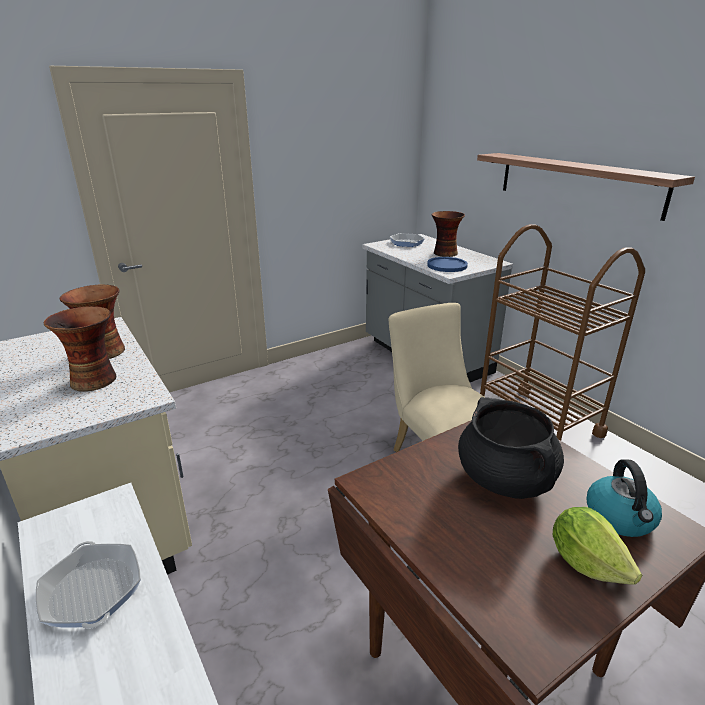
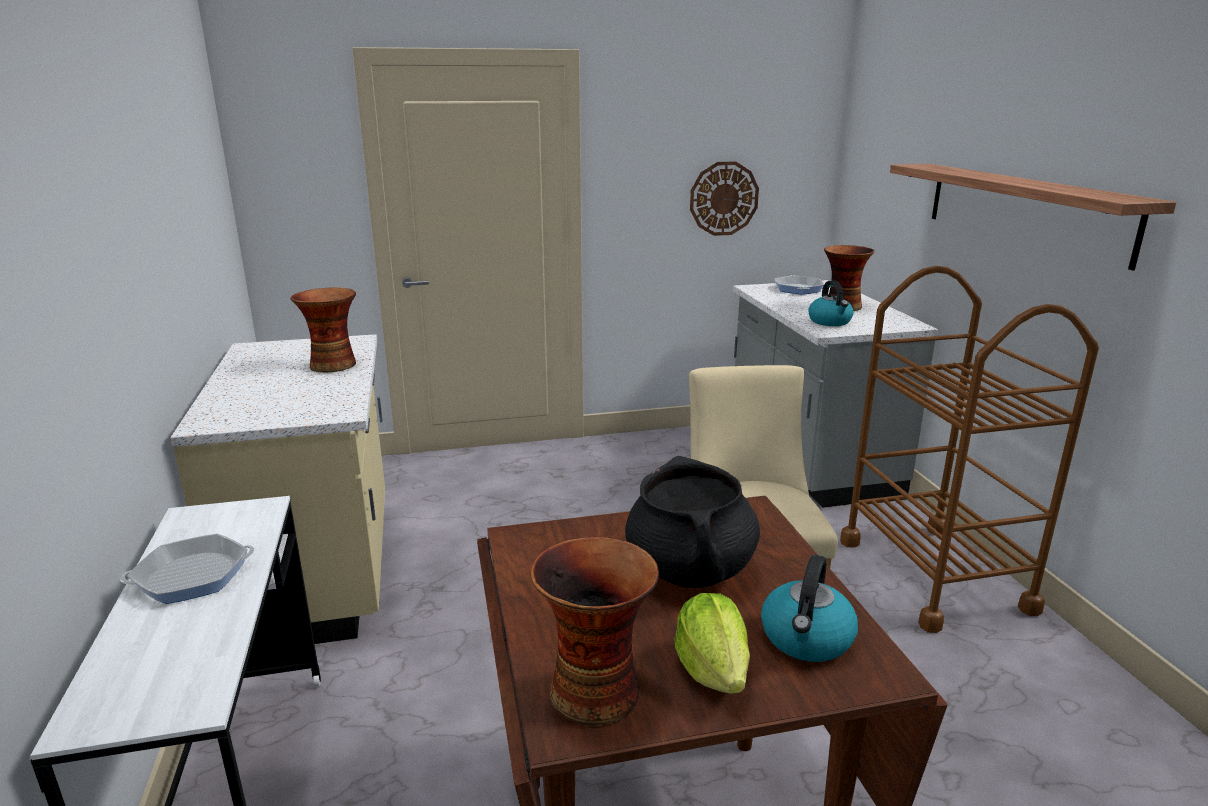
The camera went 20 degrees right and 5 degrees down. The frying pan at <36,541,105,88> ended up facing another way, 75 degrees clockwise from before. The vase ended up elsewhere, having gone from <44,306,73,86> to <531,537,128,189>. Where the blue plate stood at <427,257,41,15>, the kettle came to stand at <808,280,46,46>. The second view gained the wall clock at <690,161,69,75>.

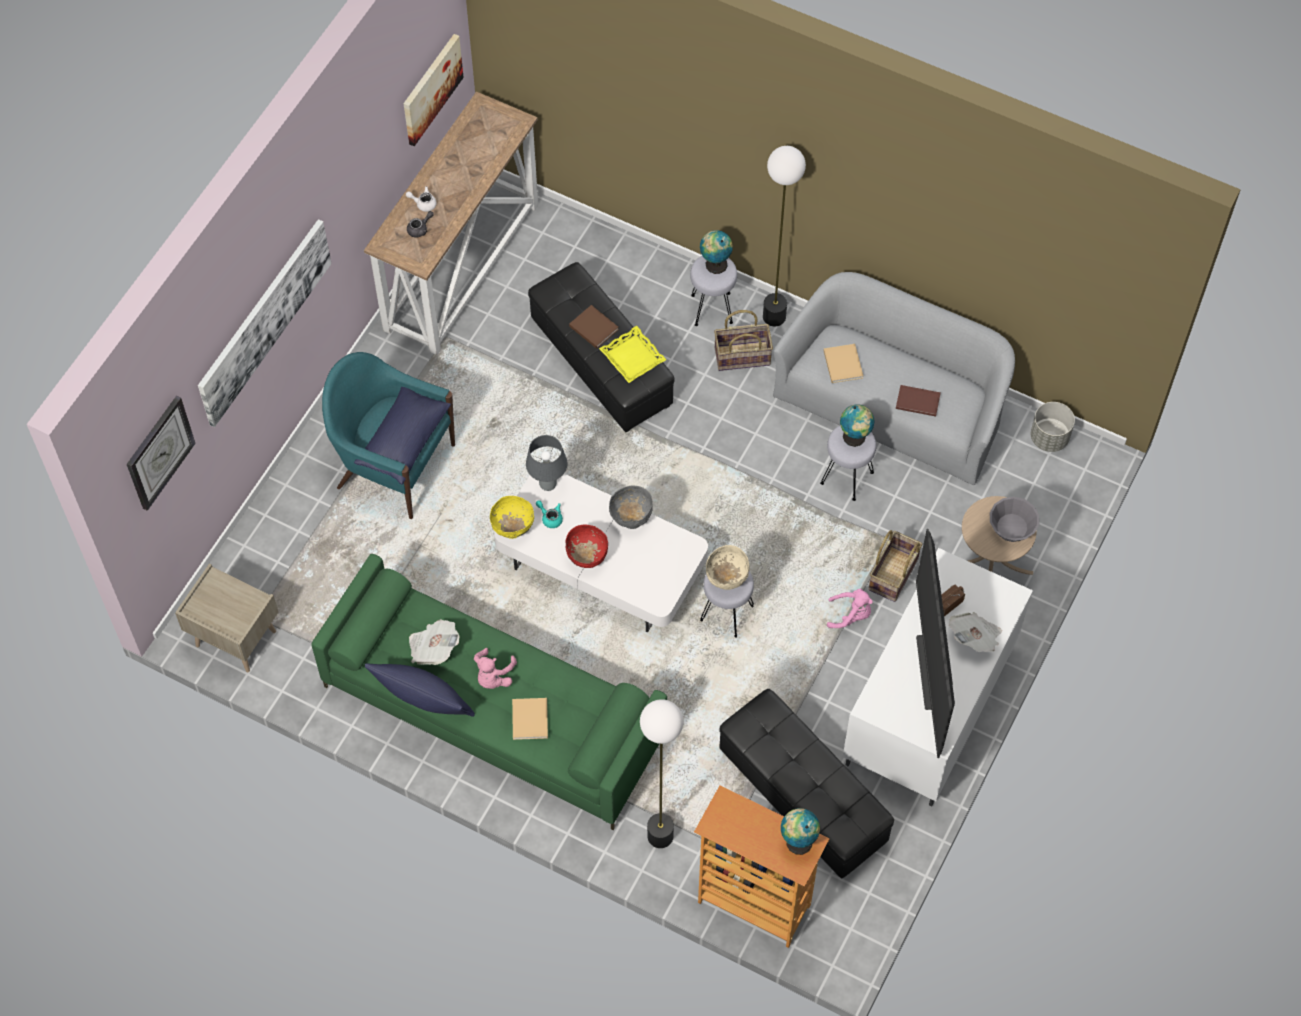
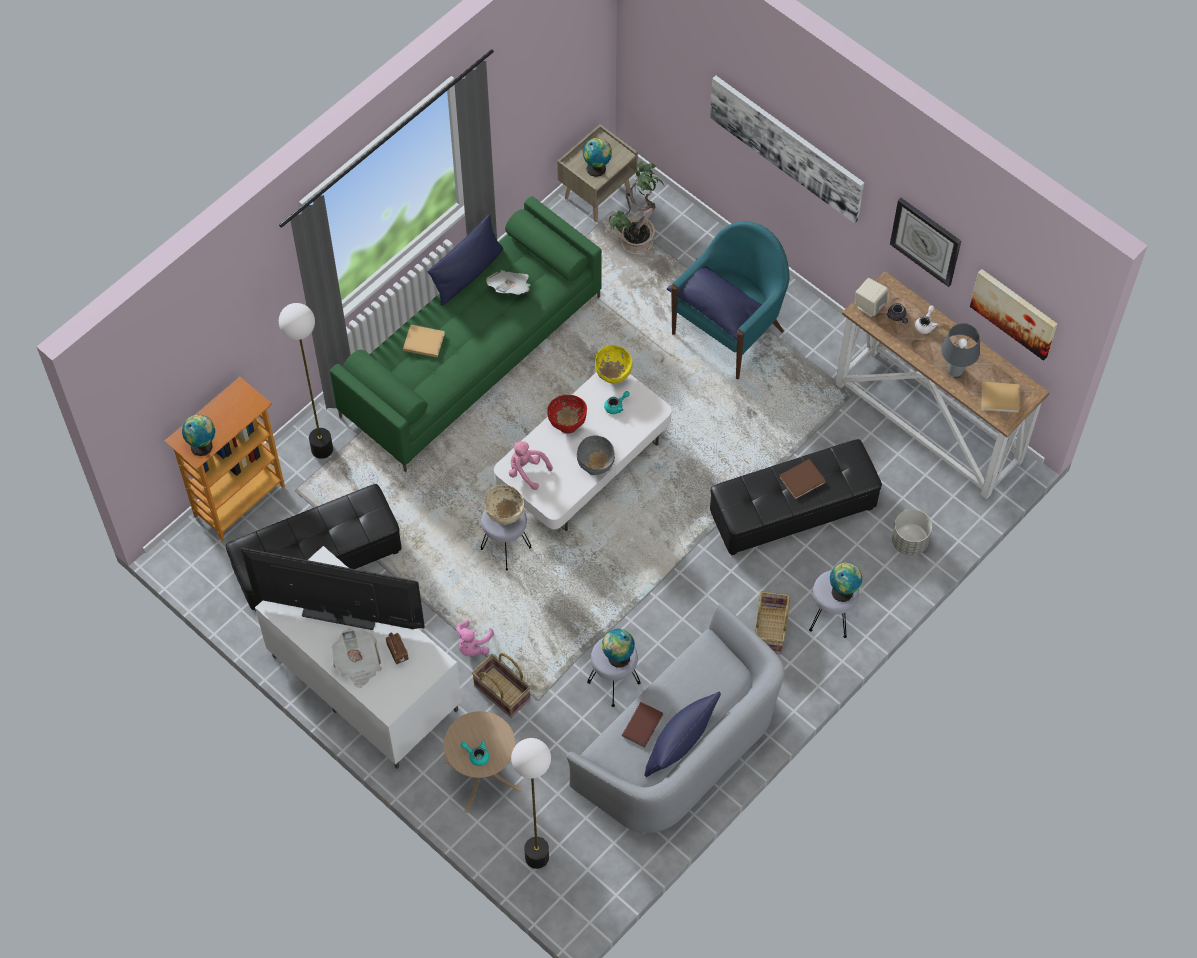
The camera went 105 degrees right and 0 degrees up. The wall clock ended up elsewhere, having gone from <127,396,69,115> to <890,198,71,89>. The pink plush toy ended up elsewhere, having gone from <474,648,43,41> to <509,441,44,49>. The grey table lamp ended up elsewhere, having gone from <526,435,41,56> to <941,323,39,54>. The second view lost the yellow tray at <599,326,67,57>. The floor lamp ended up elsewhere, having gone from <763,146,43,180> to <511,738,40,131>. The beige book ended up elsewhere, having gone from <824,344,39,39> to <982,382,38,31>. Where the grey bowl stood at <990,497,49,45>, the turquoise teapot came to stand at <461,740,28,26>. The grey planter ended up elsewhere, having gone from <1031,402,44,50> to <892,509,40,47>. The second view gained the globe at <583,138,29,39>. The second view gained the potted plant at <609,161,56,94>. The second view gained the blue pillow at <644,692,77,85>. The second view gained the beige speaker at <855,278,33,39>.

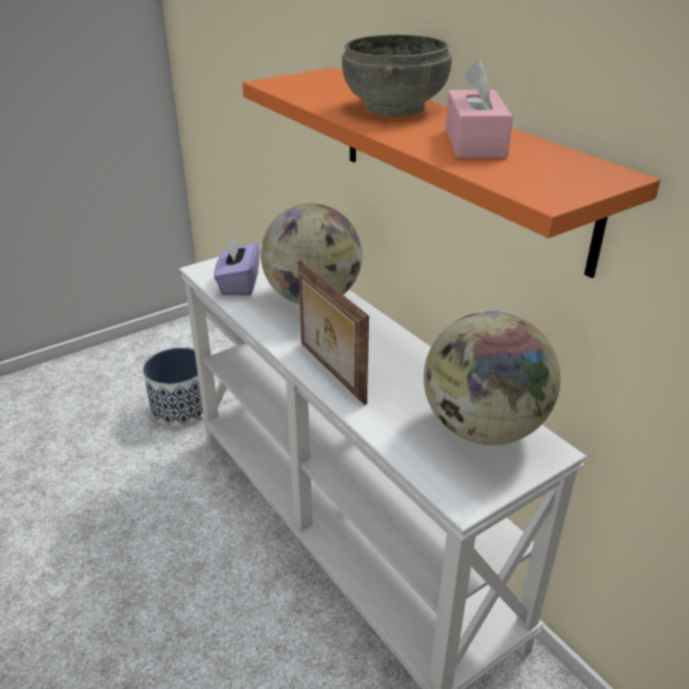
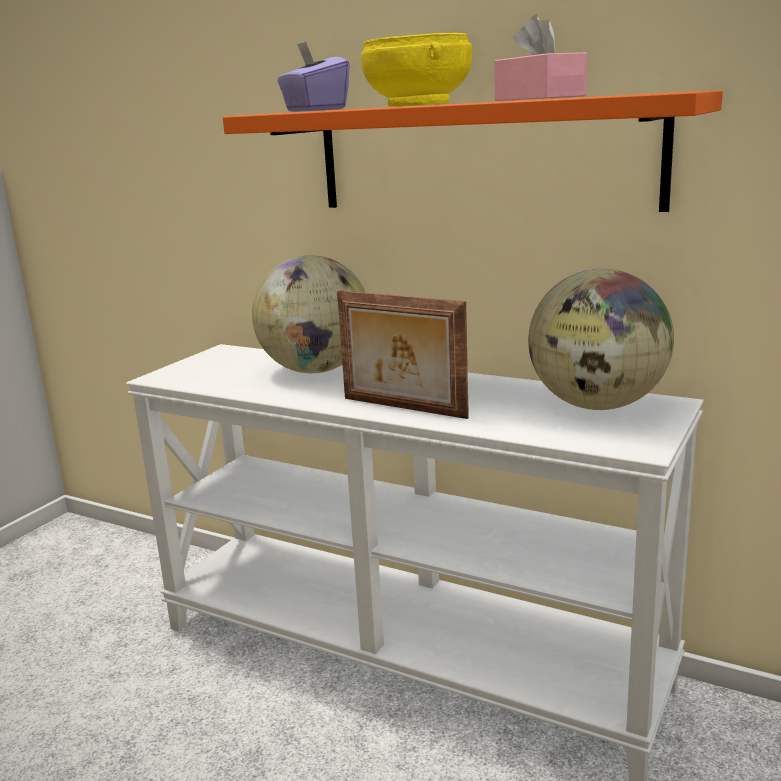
The camera went 25 degrees left and 15 degrees down. The second view lost the planter at <143,348,60,79>. The purple tissue box ended up elsewhere, having gone from <214,236,46,59> to <277,41,73,71>. What was the grey bowl at <342,35,110,81> turned into the yellow bowl at <361,33,111,73>.

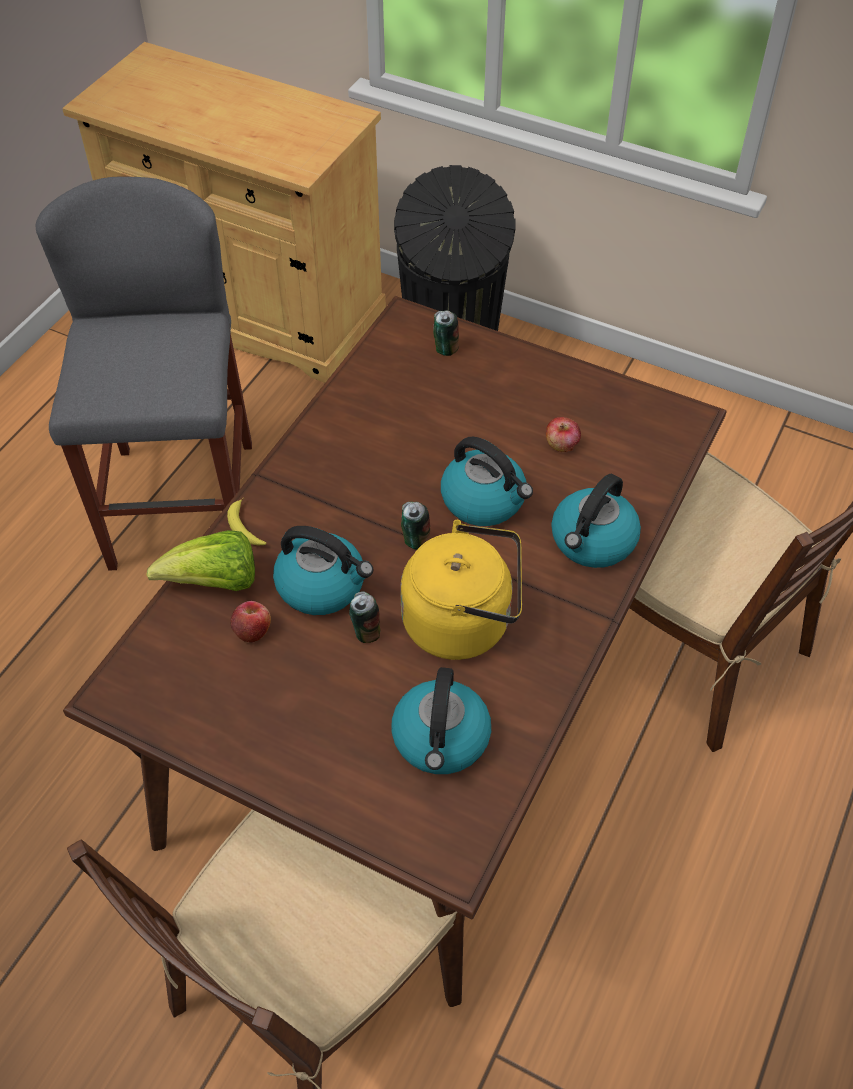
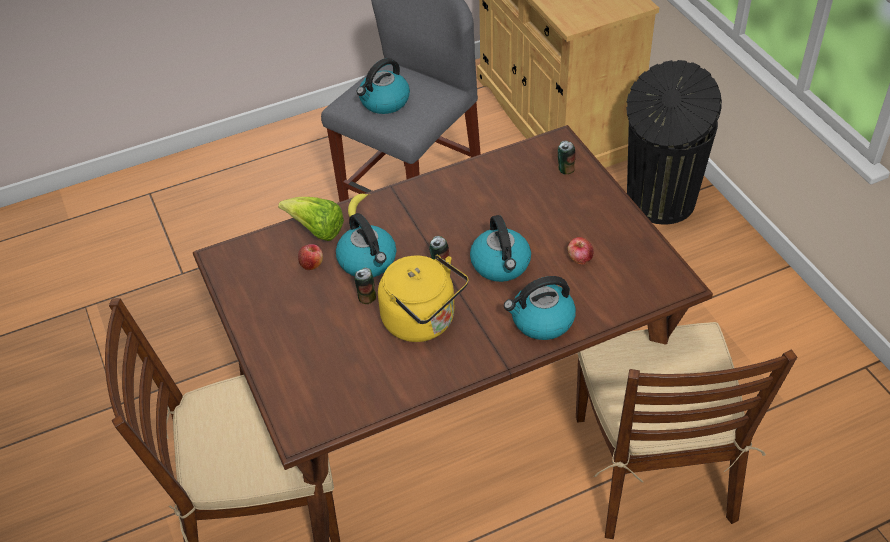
The camera went 40 degrees right and 5 degrees down. The kettle ended up elsewhere, having gone from <391,667,100,107> to <356,58,54,56>.

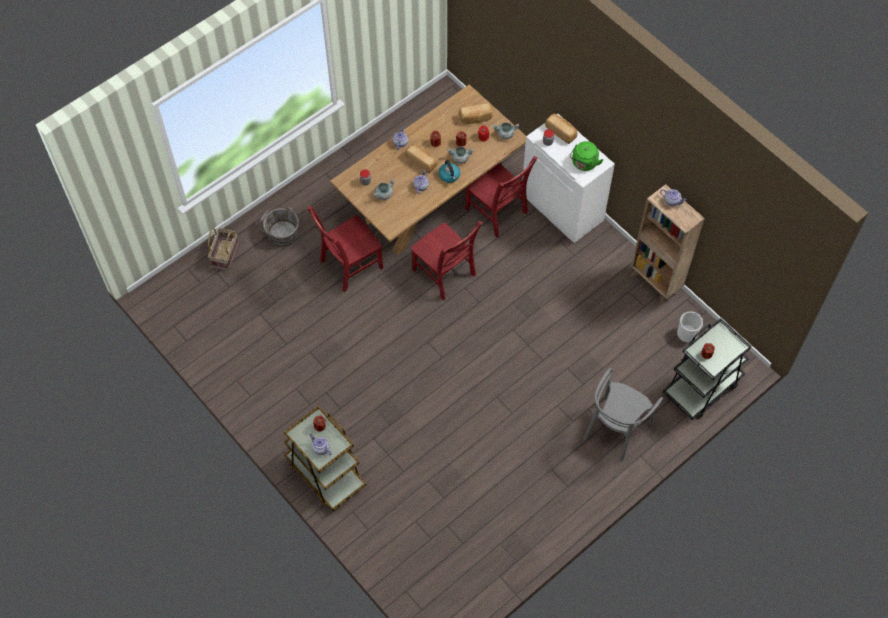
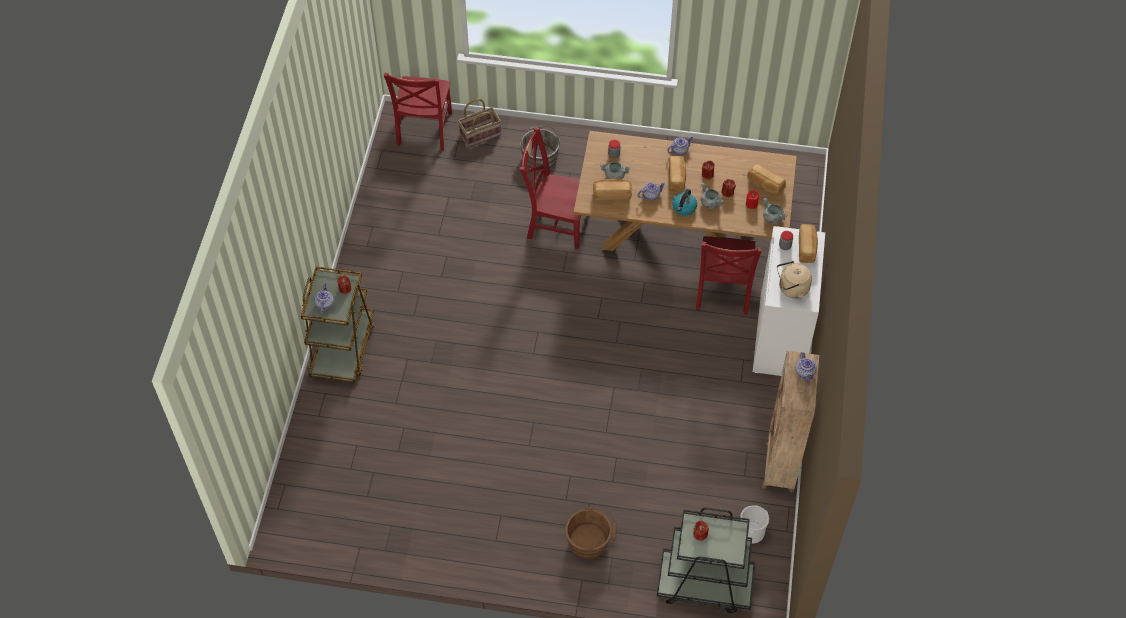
The camera went 50 degrees right and 5 degrees down. The red chair ended up elsewhere, having gone from <410,221,73,79> to <384,72,68,78>. What was the green kettle at <570,141,33,30> turned into the beige kettle at <777,261,35,38>. Where the grey chair stood at <584,368,79,94>, the brown bucket came to stand at <565,507,51,52>. The second view gained the bread at <593,179,39,21>.

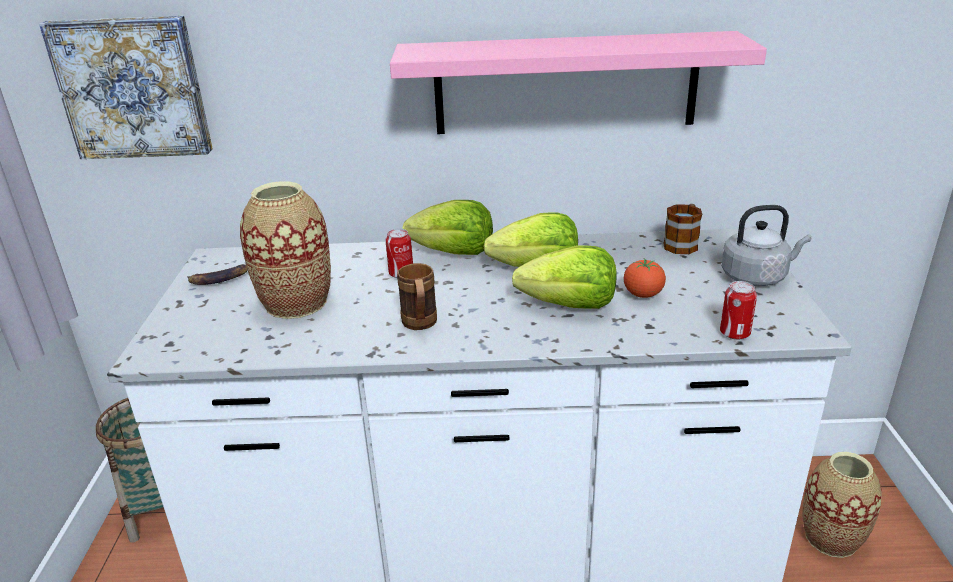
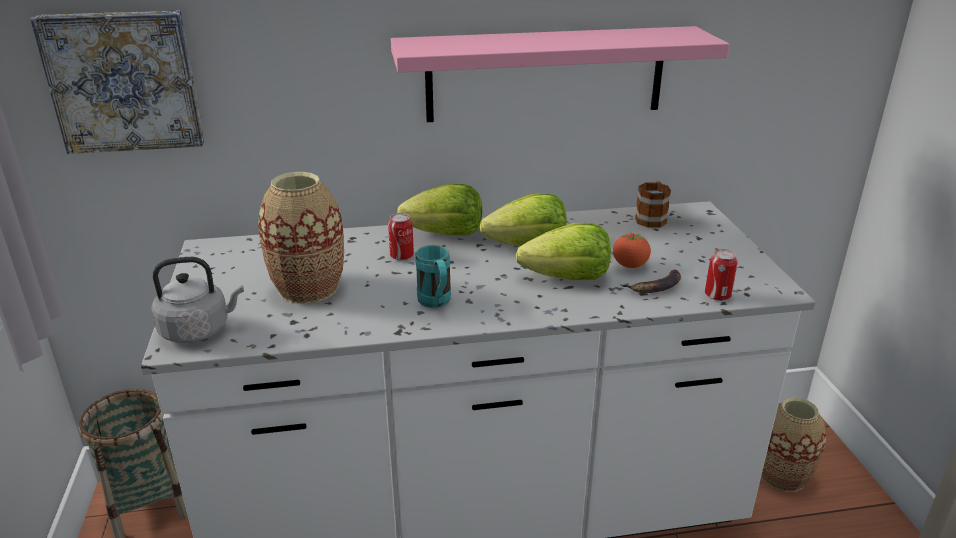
The camera went 10 degrees left and 0 degrees up. The banana ended up elsewhere, having gone from <187,264,61,21> to <620,270,61,23>. What was the brown mug at <397,263,40,67> turned into the turquoise mug at <415,245,36,63>. The grey kettle ended up elsewhere, having gone from <721,205,90,81> to <151,257,93,86>.

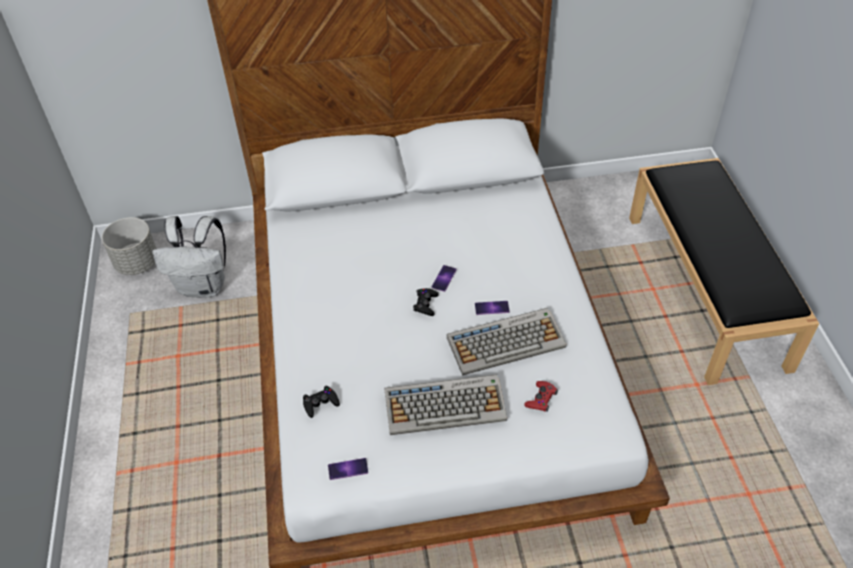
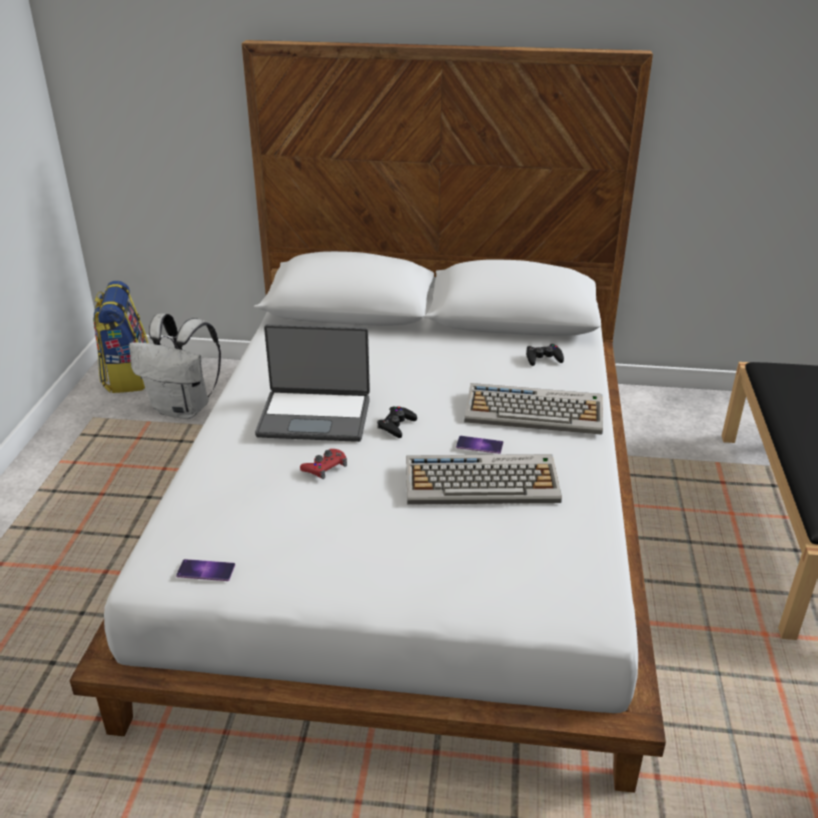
The camera went 15 degrees right and 15 degrees down. Where the grey planter stood at <102,217,55,58>, the backpack came to stand at <93,281,55,112>. The black game controller ended up elsewhere, having gone from <303,385,37,33> to <526,344,38,22>. The keyboard ended up elsewhere, having gone from <384,374,123,61> to <464,383,139,52>. The second view lost the phone at <432,265,25,27>. The red game controller ended up elsewhere, having gone from <524,381,34,31> to <300,449,47,30>. The second view gained the laptop at <255,324,115,118>.

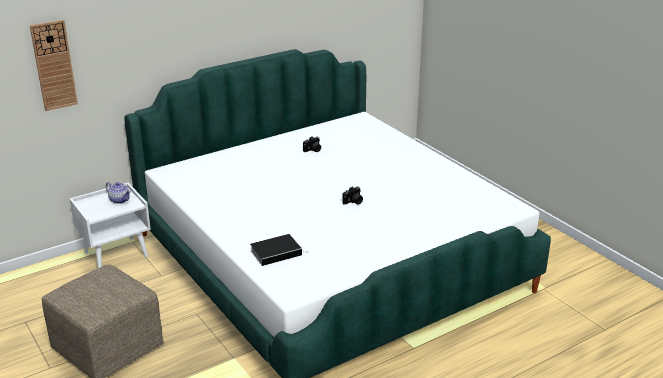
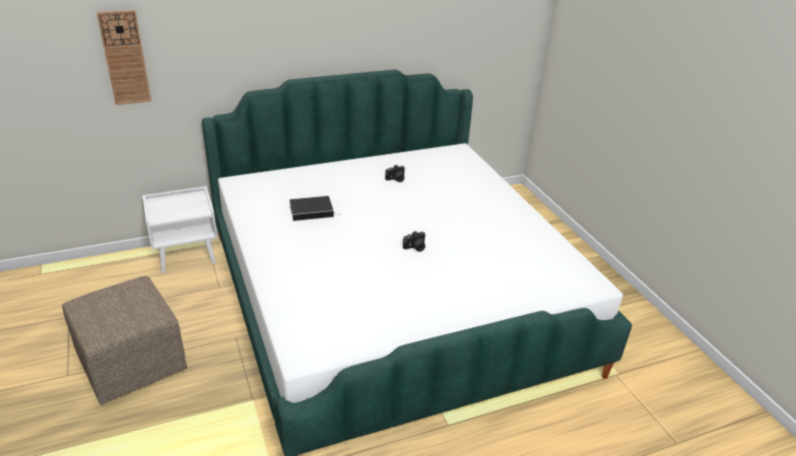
The camera went 10 degrees right and 5 degrees up. The second view lost the teapot at <106,182,25,22>. The book ended up elsewhere, having gone from <250,234,59,32> to <290,196,48,25>.

